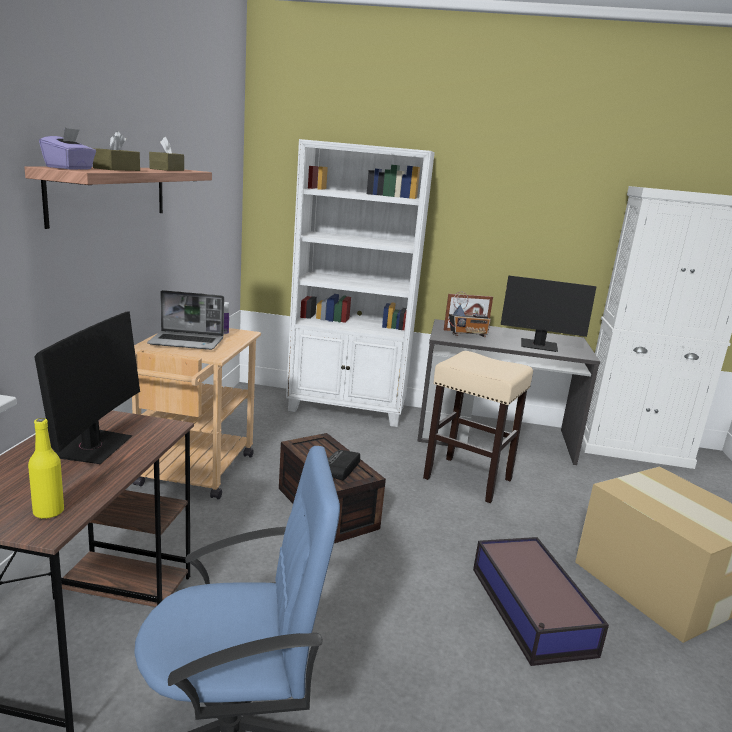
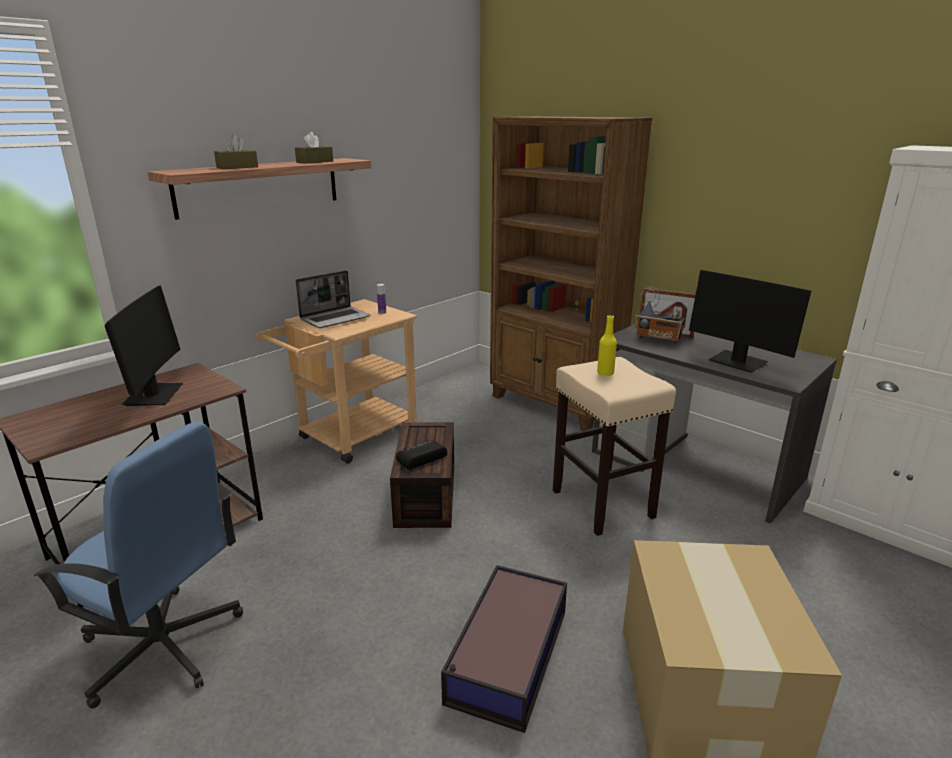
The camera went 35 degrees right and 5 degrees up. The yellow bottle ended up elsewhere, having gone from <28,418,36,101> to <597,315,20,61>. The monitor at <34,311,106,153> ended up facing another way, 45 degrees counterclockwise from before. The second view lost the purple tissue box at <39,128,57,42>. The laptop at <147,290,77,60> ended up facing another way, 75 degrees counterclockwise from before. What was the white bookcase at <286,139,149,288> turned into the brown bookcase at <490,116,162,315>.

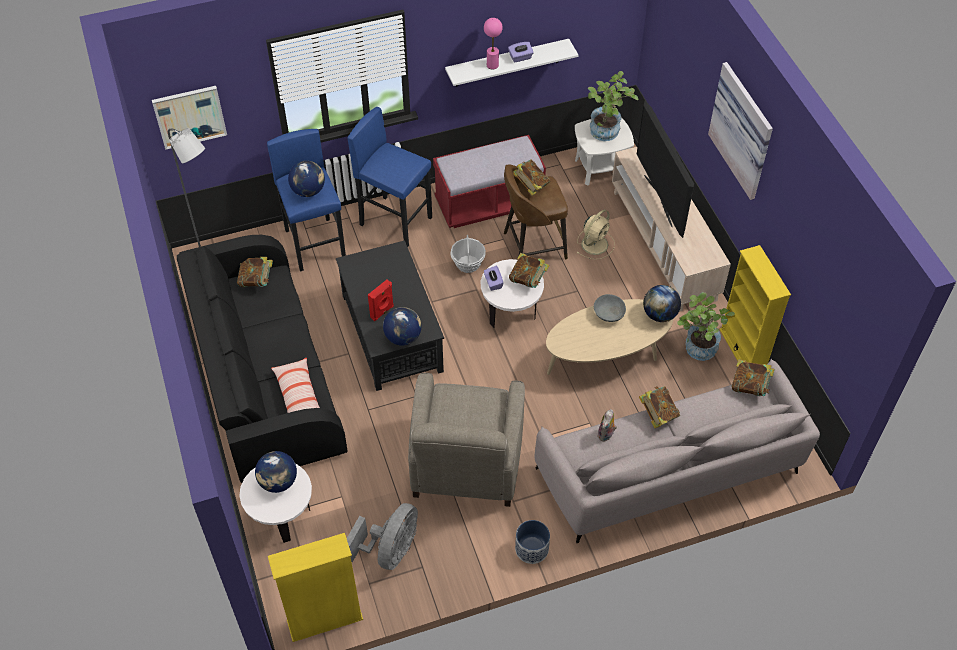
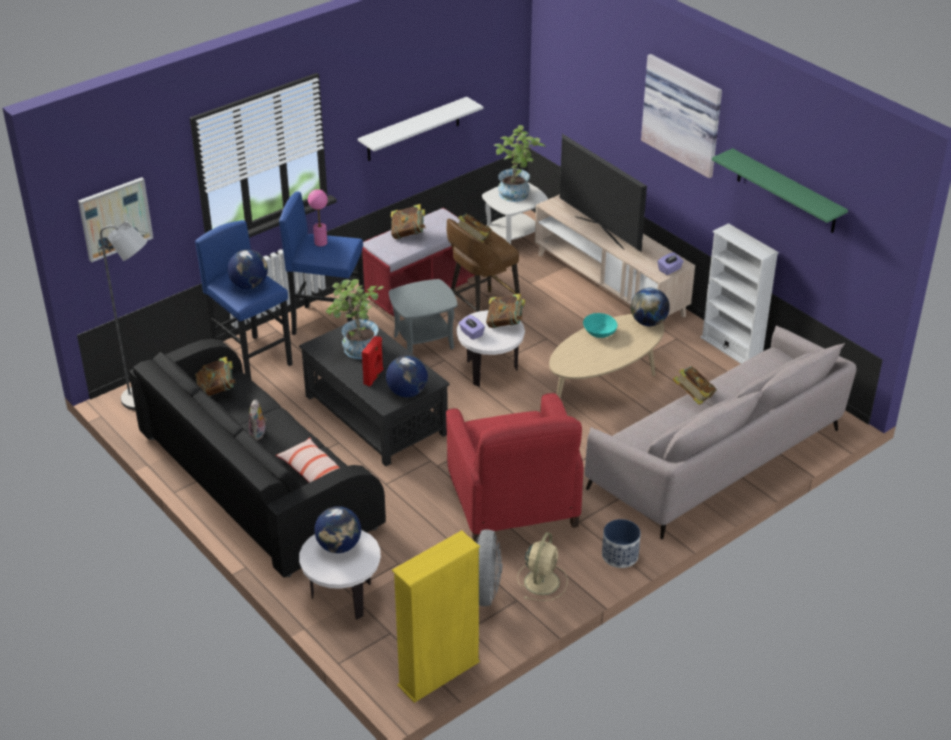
The camera went 20 degrees left and 15 degrees down. What was the beige armchair at <408,373,117,134> turned into the red armchair at <446,393,137,150>. Where the basket stood at <450,234,36,39>, the grey side table came to stand at <389,279,68,75>. The pink table lamp ended up elsewhere, having gone from <484,18,19,51> to <308,189,20,58>. The purple tissue box ended up elsewhere, having gone from <508,42,26,21> to <657,252,27,23>. The beige fan ended up elsewhere, having gone from <576,210,39,50> to <517,532,50,69>. What was the grey bowl at <594,294,32,28> turned into the turquoise bowl at <583,313,35,25>. The plush toy ended up elsewhere, having gone from <597,409,20,33> to <249,399,19,41>. The potted plant ended up elsewhere, having gone from <677,292,58,69> to <326,279,57,80>. What was the yellow bookcase at <719,245,72,120> turned into the white bookcase at <700,223,79,141>. The book ended up elsewhere, having gone from <732,359,43,37> to <391,204,34,35>. The second view gained the green shelf at <712,148,136,85>.

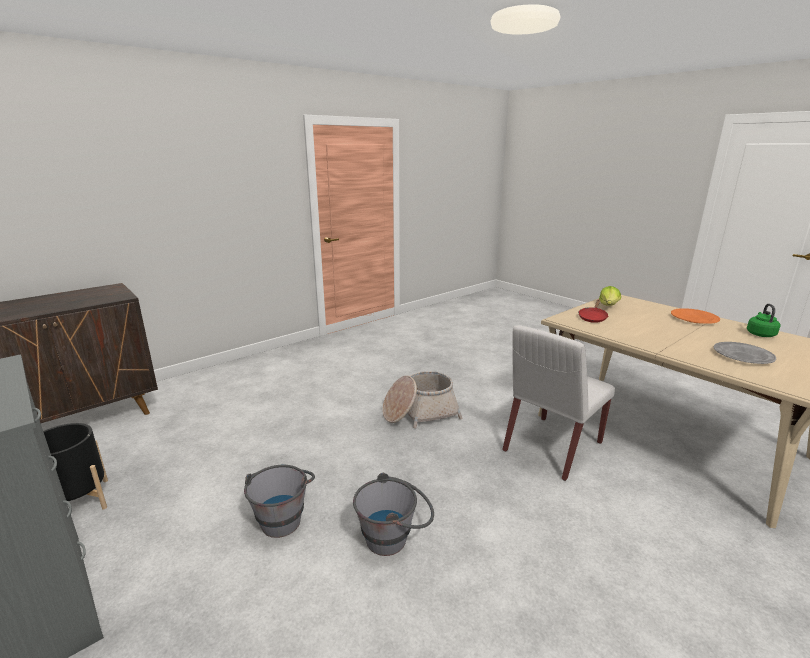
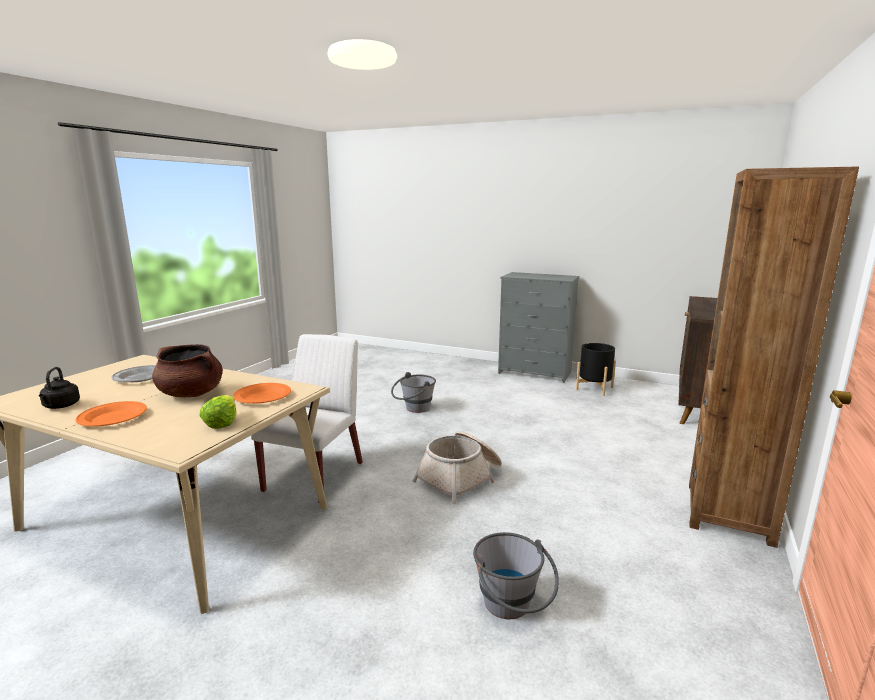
The camera went 155 degrees right and 5 degrees down. The grey bucket ended up elsewhere, having gone from <244,465,71,73> to <473,532,86,87>. Where the red frying pan stood at <578,300,30,23>, the orange plate came to stand at <233,383,58,21>. What was the green kettle at <747,304,33,33> turned into the black kettle at <39,367,41,42>. The second view gained the brown cooking pot at <152,344,71,53>. The second view gained the brown bookcase at <689,167,170,381>.

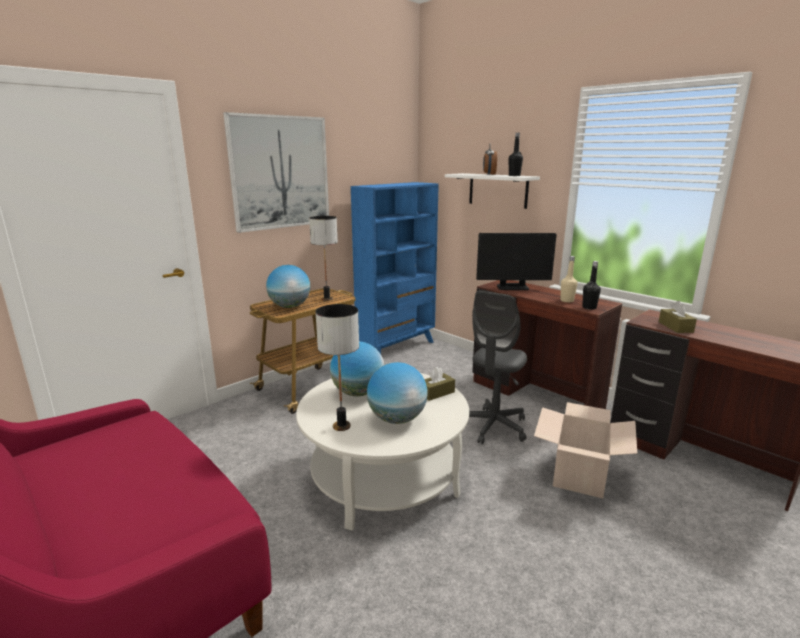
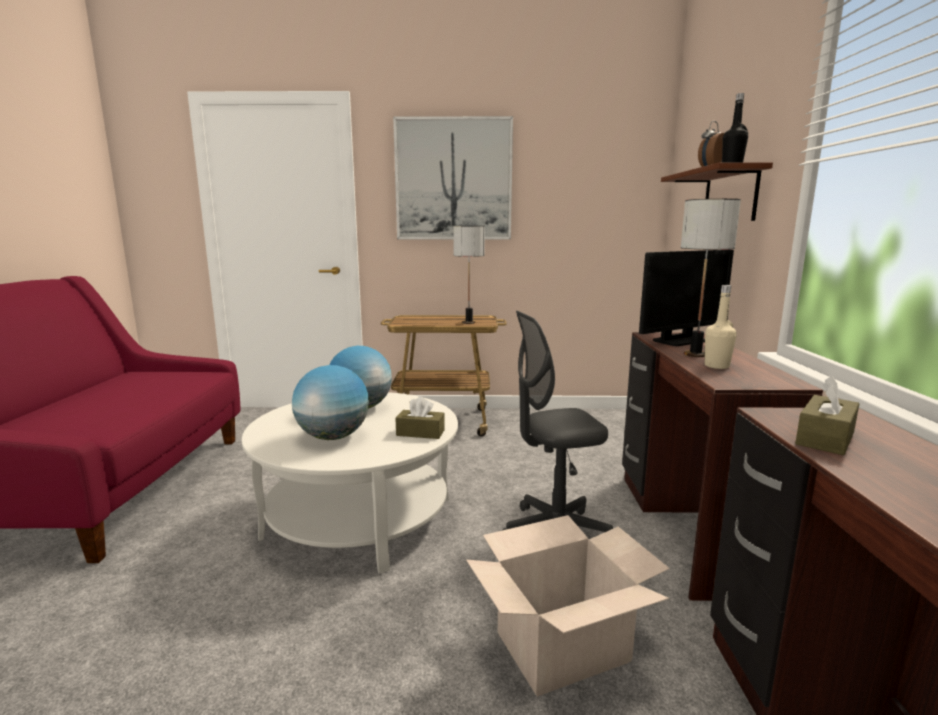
The camera went 45 degrees right and 5 degrees down. The second view lost the globe at <266,265,44,43>. The table lamp ended up elsewhere, having gone from <316,304,43,127> to <681,199,60,158>. The second view lost the blue bookcase at <351,182,88,172>. What was the white shelf at <445,173,95,36> turned into the brown shelf at <661,162,112,59>. The monitor at <476,233,81,57> ended up facing another way, 75 degrees counterclockwise from before. The second view lost the black bottle at <582,261,19,49>.

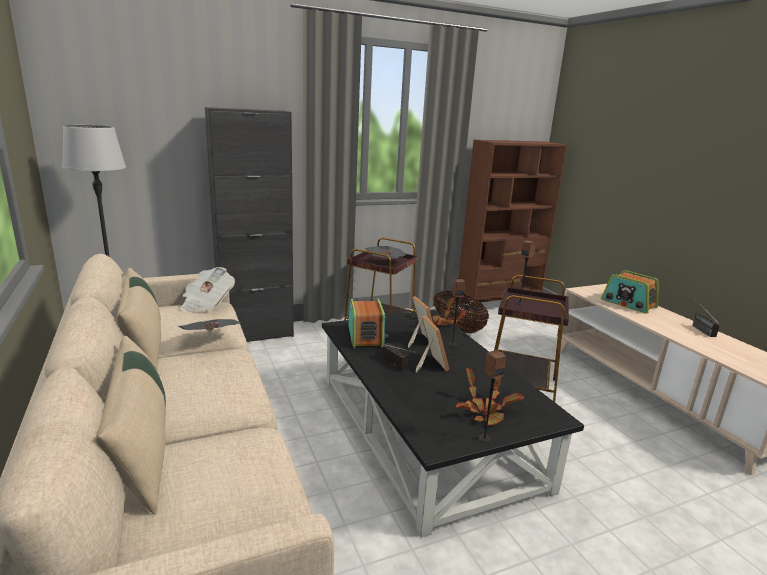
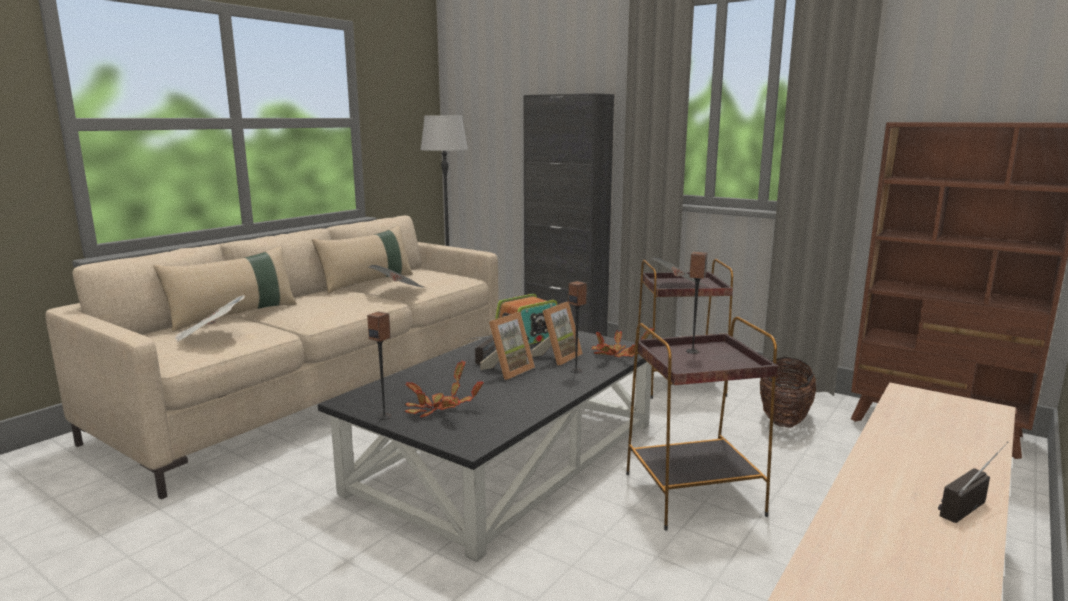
The camera went 60 degrees right and 5 degrees down. The newspaper ended up elsewhere, having gone from <180,267,55,45> to <175,295,70,48>. The second view lost the radio at <601,270,57,44>.

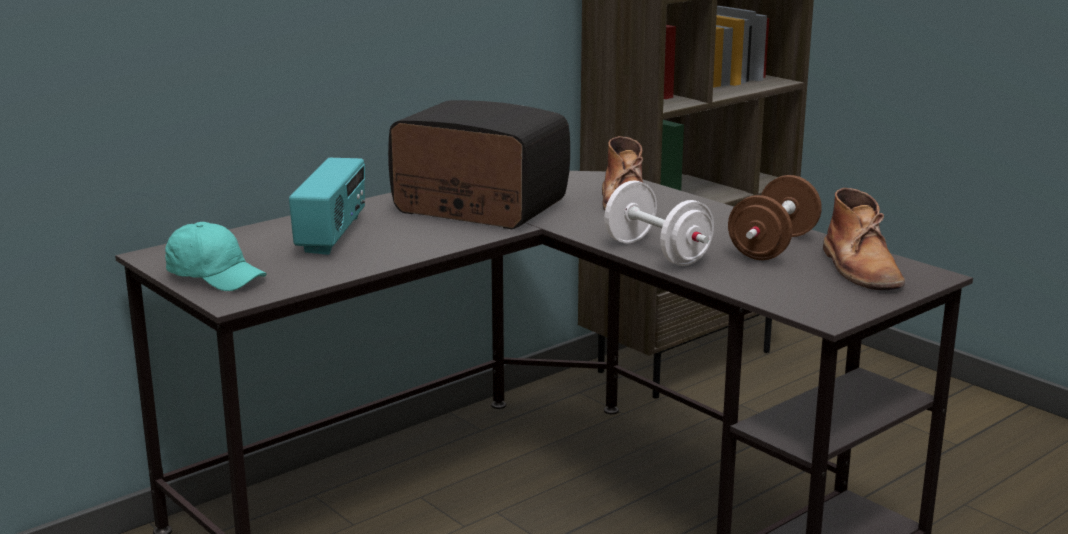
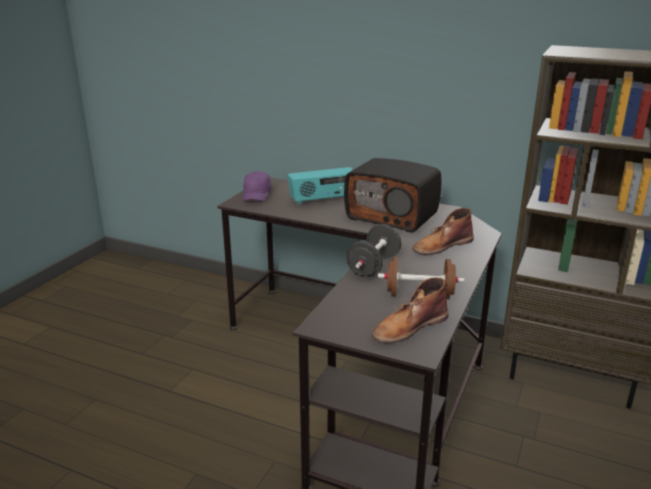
The camera went 65 degrees right and 5 degrees up. What was the turquoise cap at <165,222,102,69> turned into the purple cap at <242,171,30,31>. The radio at <388,100,182,129> ended up facing another way, 120 degrees clockwise from before. What was the white dumbbell at <604,180,110,86> turned into the black dumbbell at <346,224,55,54>.

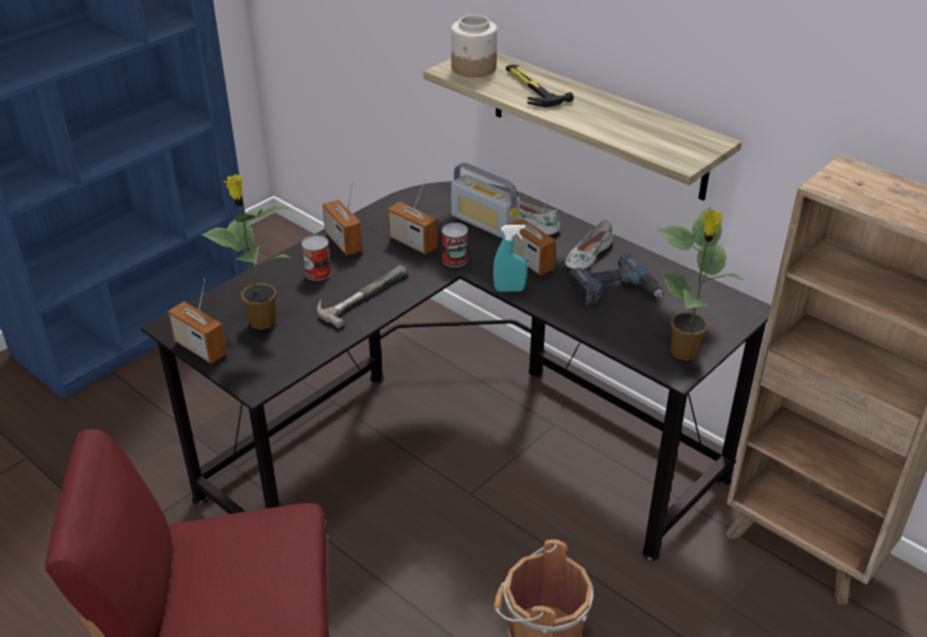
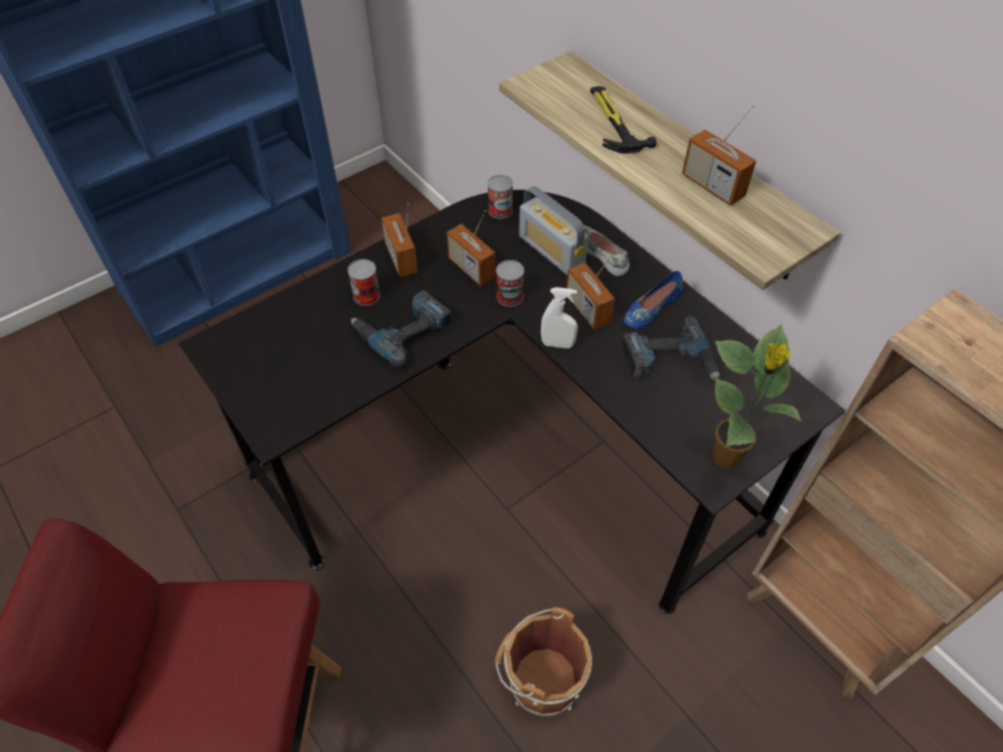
The camera went 10 degrees right and 15 degrees up. The radio ended up elsewhere, having gone from <168,279,59,85> to <682,105,74,100>. The second view lost the potted plant at <201,174,93,156>. Where the hammer stood at <317,265,91,63>, the power drill came to stand at <351,290,100,78>. The second view lost the jar at <451,15,46,62>. What was the turquoise spray bottle at <493,225,35,67> turned into the white spray bottle at <541,287,37,62>. What was the white shoe at <565,219,48,51> turned into the blue shoe at <624,271,59,58>. The second view gained the can at <488,175,25,44>.

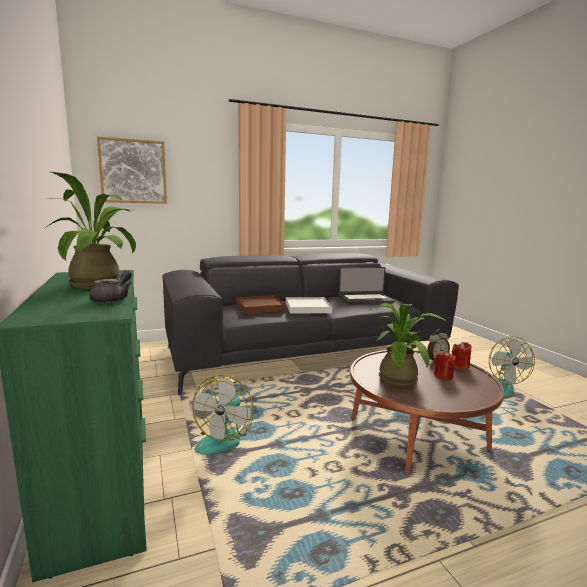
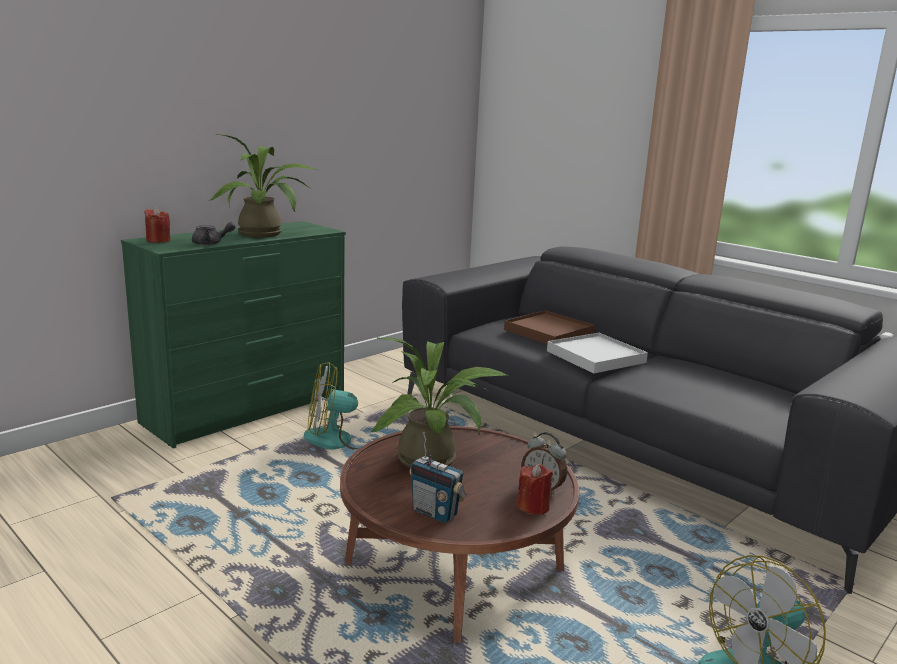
The camera went 65 degrees right and 5 degrees up. The second view lost the picture at <97,136,70,68>. The second view lost the laptop at <339,267,56,37>. The red candle ended up elsewhere, having gone from <434,351,22,29> to <144,208,27,35>. The second view gained the radio at <409,432,58,91>.

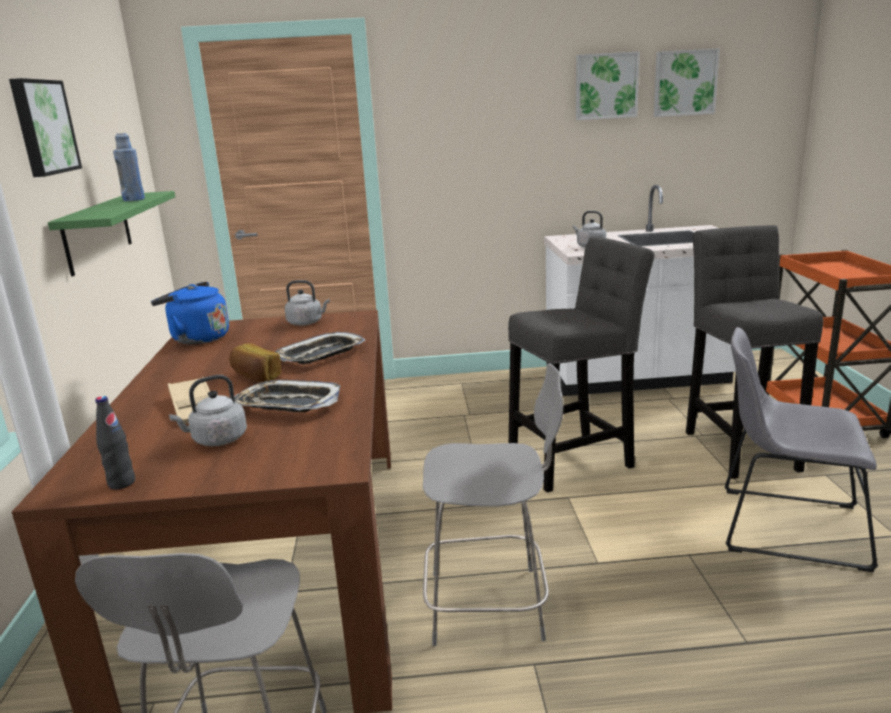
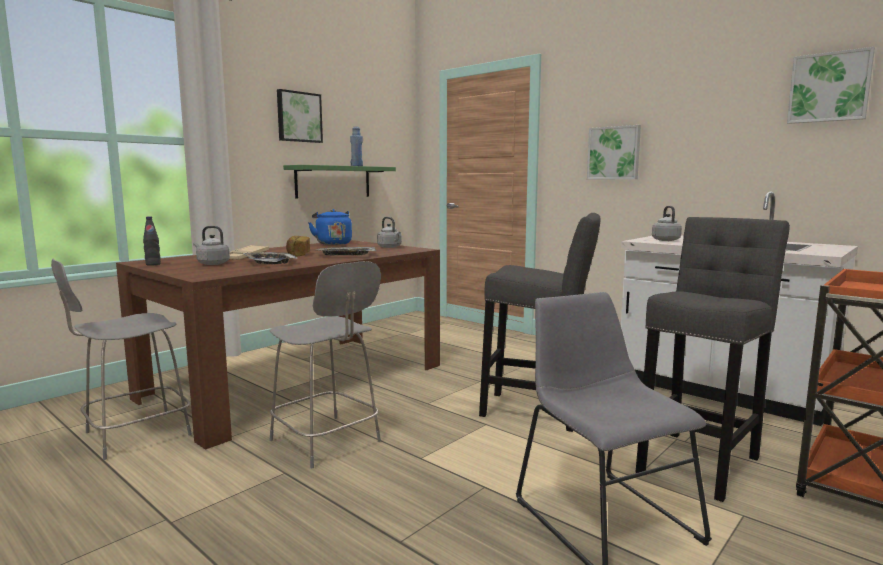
The camera went 45 degrees right and 10 degrees down. The picture ended up elsewhere, having gone from <576,52,64,68> to <587,125,54,54>.

